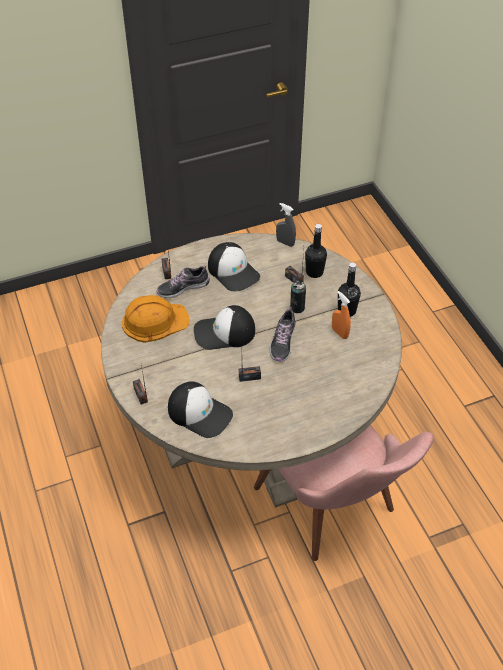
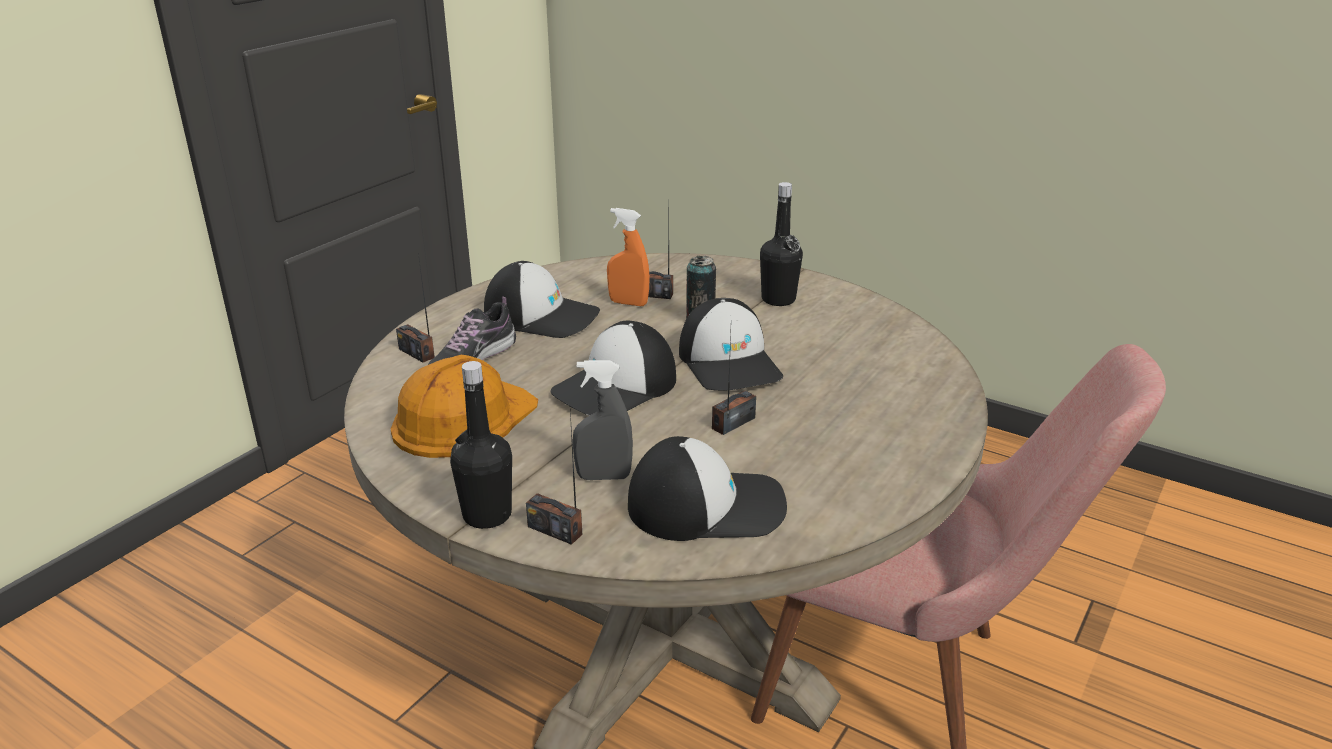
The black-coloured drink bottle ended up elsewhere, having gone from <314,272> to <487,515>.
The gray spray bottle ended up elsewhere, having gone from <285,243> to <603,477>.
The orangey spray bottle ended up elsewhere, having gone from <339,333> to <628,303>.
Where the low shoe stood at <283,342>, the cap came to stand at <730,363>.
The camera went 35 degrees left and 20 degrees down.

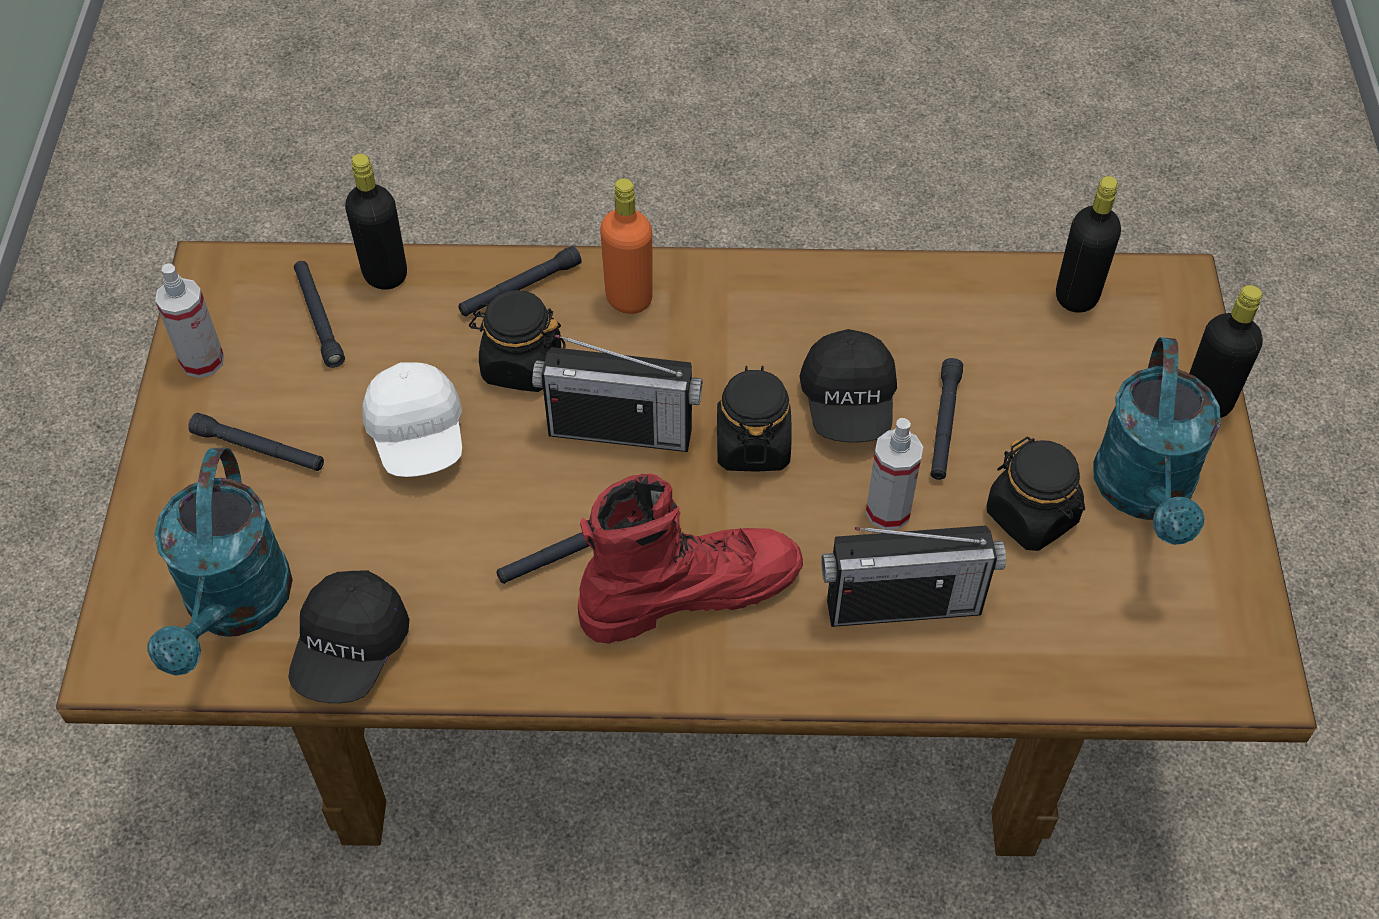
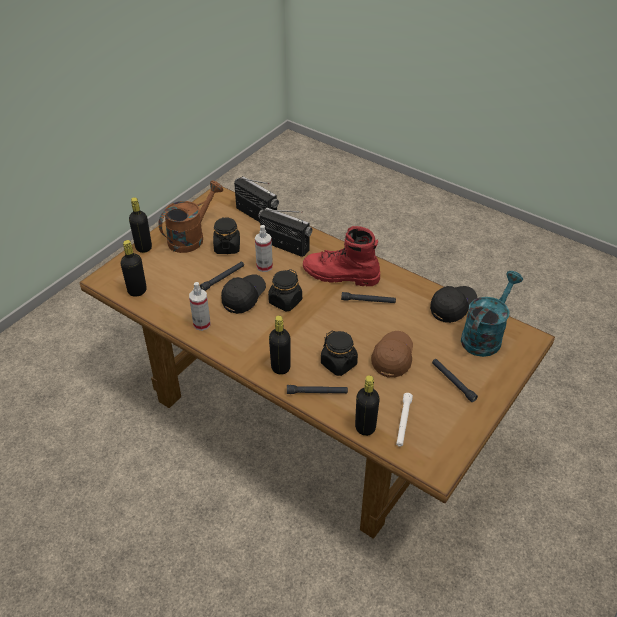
What was the blue-green watering pot at <1145,494> turned into the brownish watering pot at <191,237>.
The spray bottle ended up elsewhere, having gone from <202,361> to <202,324>.
The radio receiver ended up elsewhere, having gone from <620,430> to <256,215>.
What was the orangey drink bottle at <629,298> turned into the black-coloured drink bottle at <280,367>.
What was the white cap at <418,436> turned into the brownish cap at <392,358>.
What was the black-coloured flashlight at <319,318> turned into the white flashlight at <403,422>.
The camera went 145 degrees left and 10 degrees down.

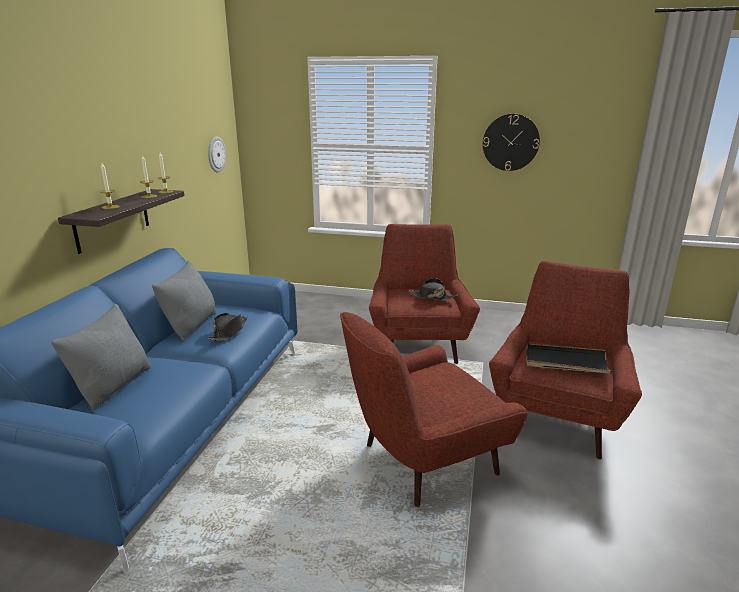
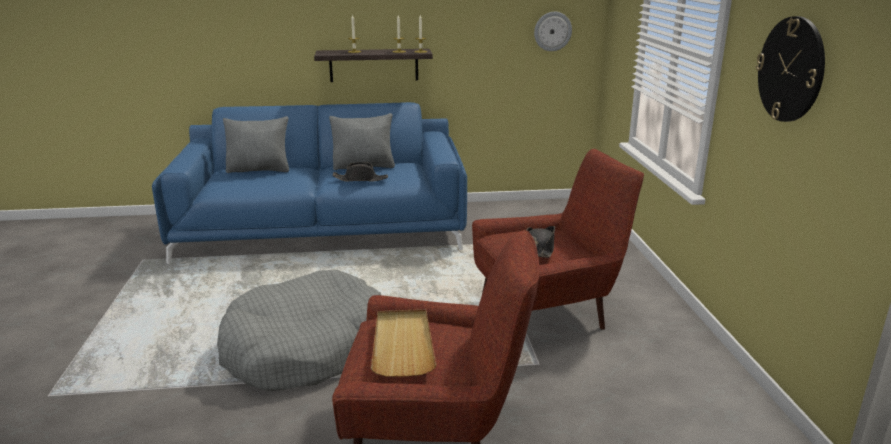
Where the red lounge chair stood at <422,462>, the gray dog bed came to stand at <305,348>.
What was the black-coloured carrying tray at <565,361> turned into the beige-coloured carrying tray at <403,344>.
The camera went 70 degrees right and 0 degrees up.

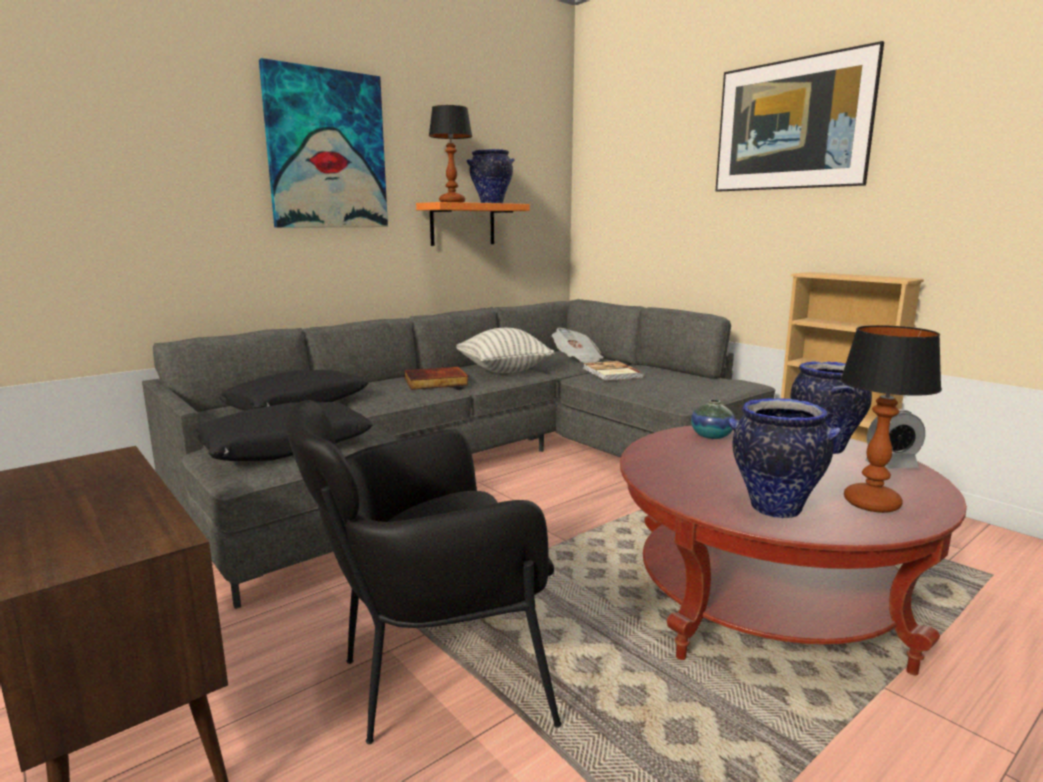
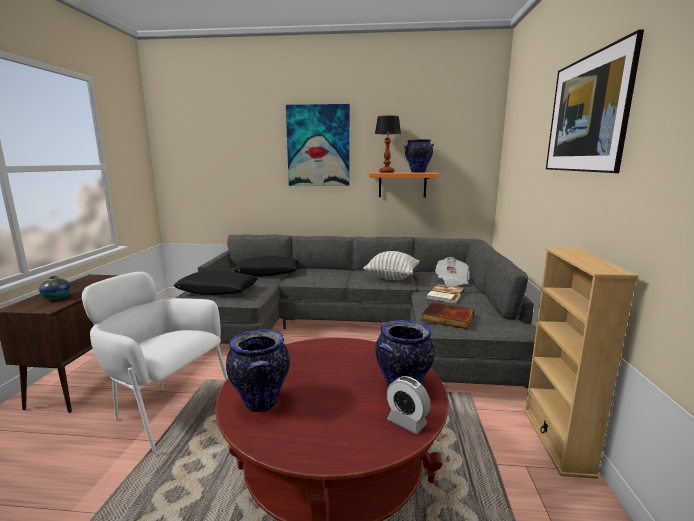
The flower vase ended up elsewhere, having gone from <711,436> to <57,297>.
What was the black-coloured lounge chair at <430,679> turned into the white lounge chair at <164,410>.
The bound book ended up elsewhere, having gone from <435,382> to <447,318>.
The second view lost the table lamp at <871,503>.
The camera went 45 degrees right and 0 degrees up.

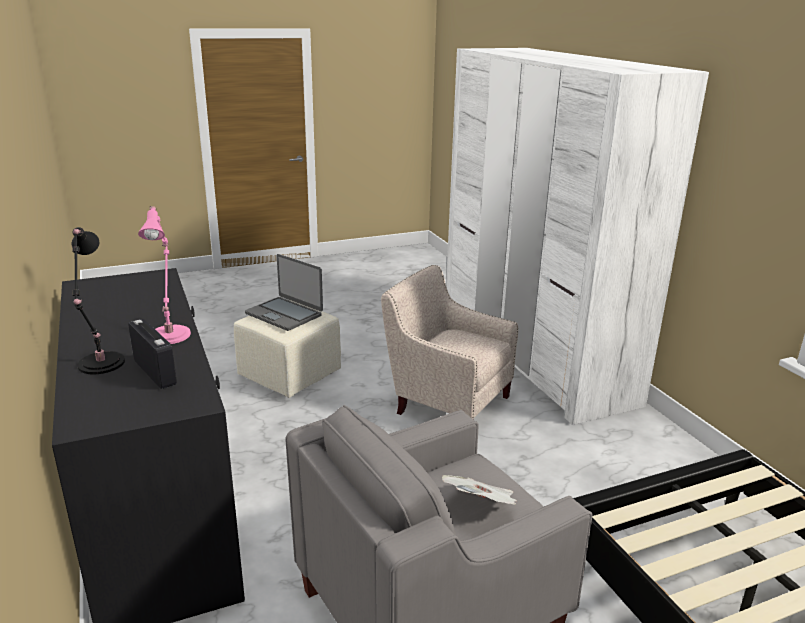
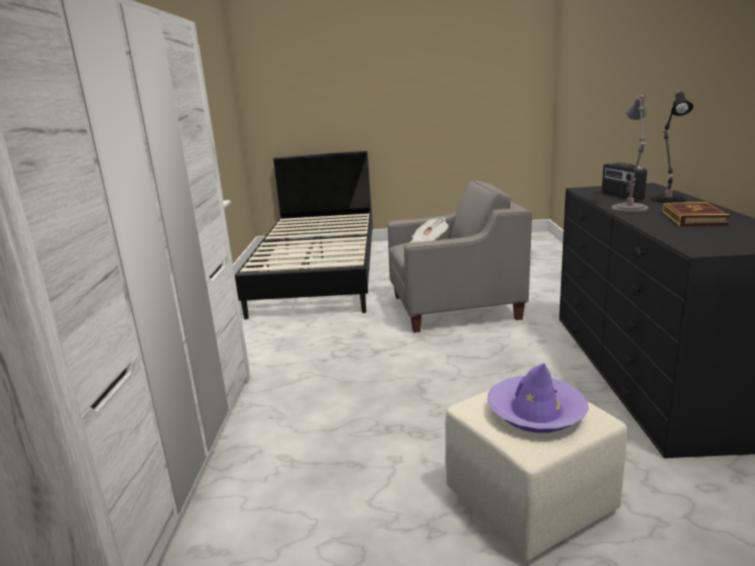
Where the laptop stood at <284,314>, the purple-coloured clothing hat came to stand at <536,412>.
What was the pinkish table lamp at <170,333> turned into the gray table lamp at <629,209>.
The second view gained the bound book at <693,218>.
The second view lost the beige-coloured lounge chair at <447,401>.
The camera went 155 degrees left and 5 degrees down.

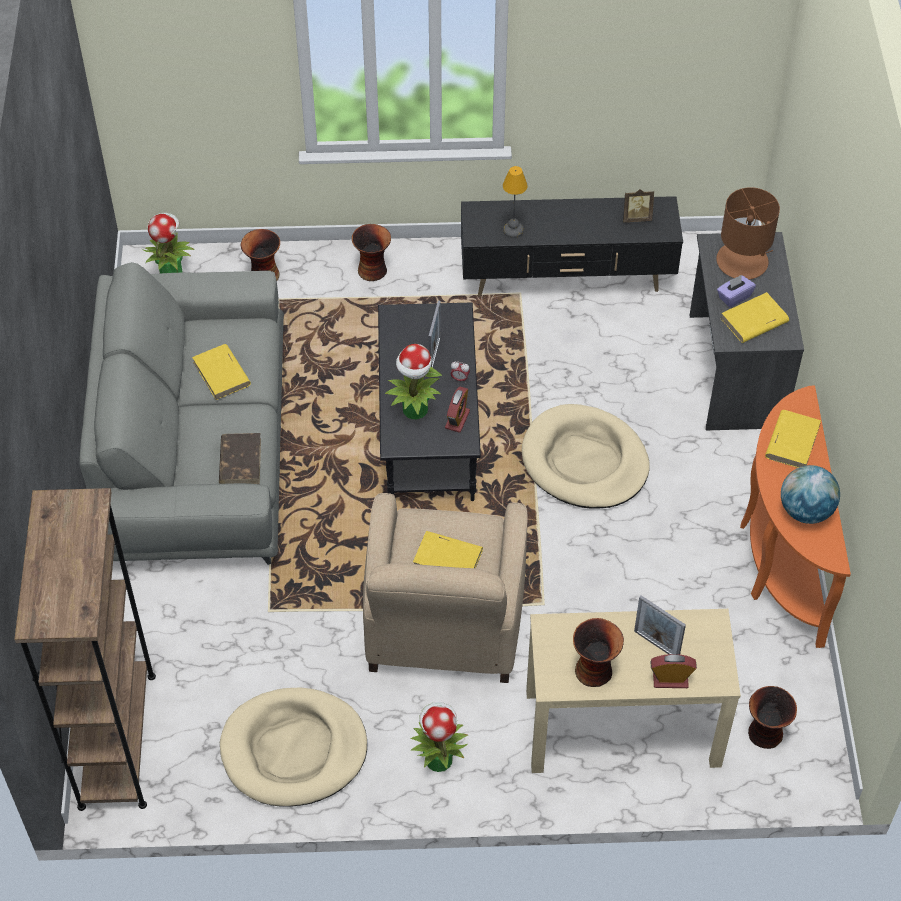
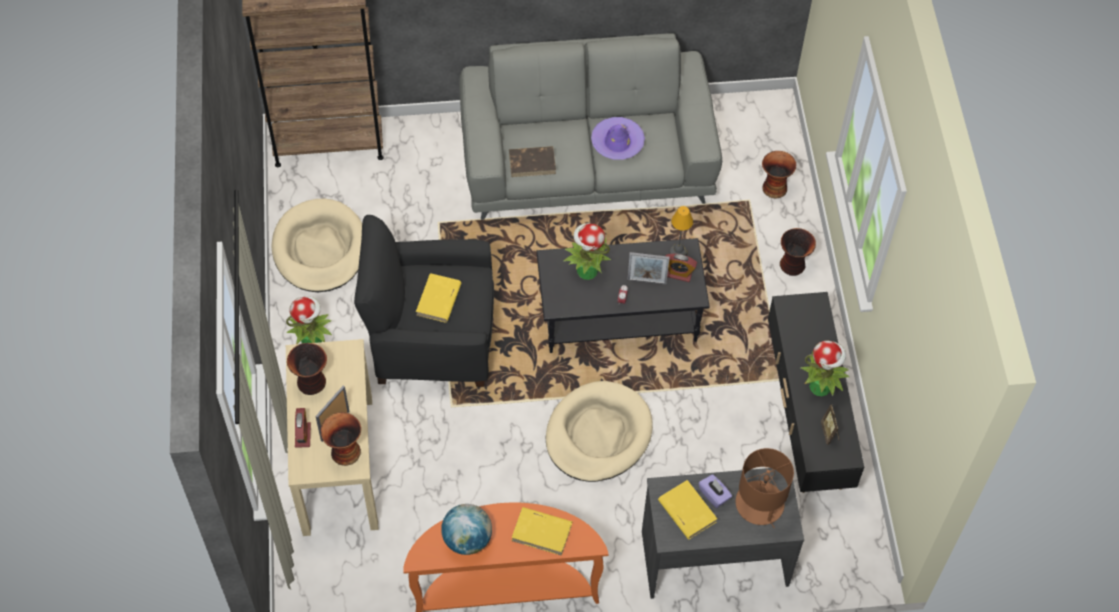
The flower vase ended up elsewhere, having gone from <765,734> to <344,452>.
What was the beige-coloured lounge chair at <444,622> turned into the black-coloured lounge chair at <432,338>.
Where the yellow bound book stood at <222,374>, the purple-coloured clothing hat came to stand at <617,142>.
The table clock ended up elsewhere, having gone from <457,419> to <678,274>.
The table lamp ended up elsewhere, having gone from <512,230> to <678,252>.
The plant in a pot ended up elsewhere, having gone from <171,271> to <821,386>.
The camera went 85 degrees right and 5 degrees up.

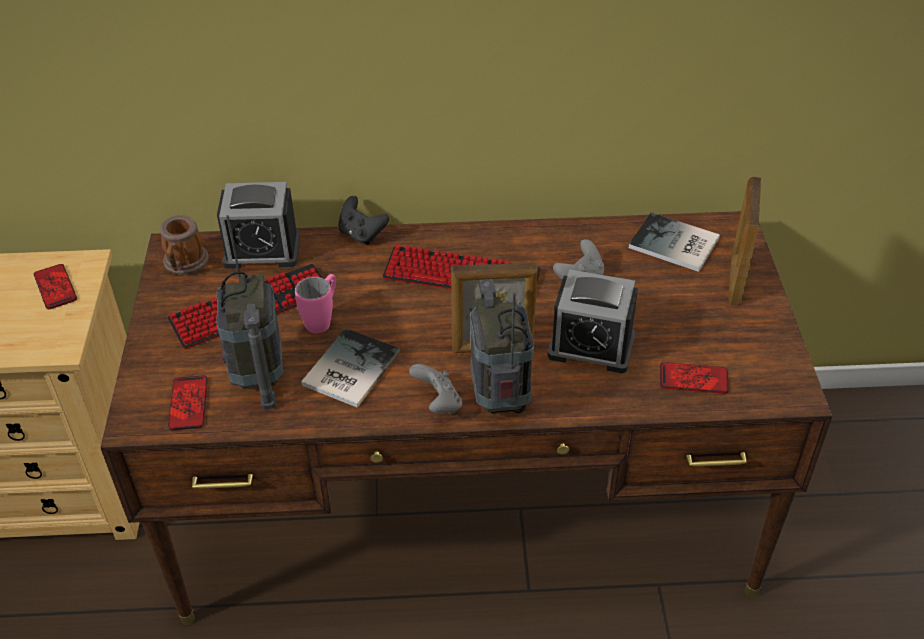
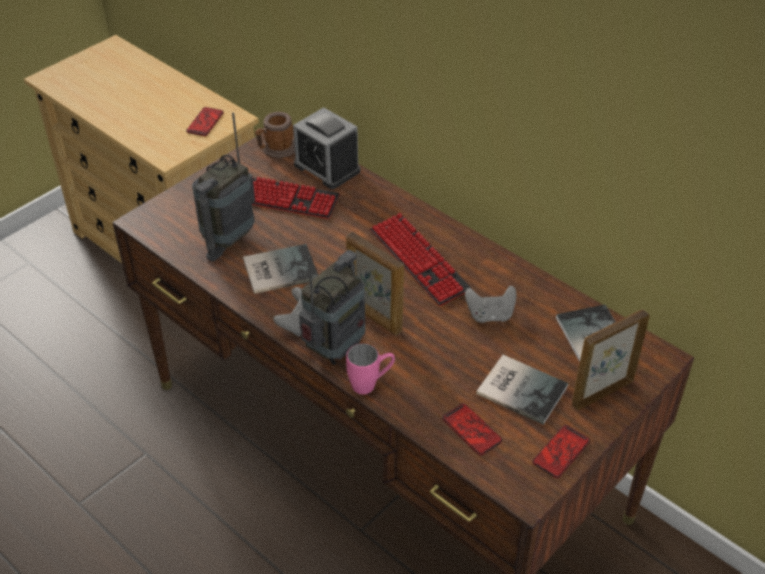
The pinkish coffee mug ended up elsewhere, having gone from <322,319> to <371,384>.
The second view gained the bound book at <521,387>.
The phone ended up elsewhere, having gone from <188,403> to <561,452>.
The second view lost the black-coloured gamepad at <361,234>.
The second view lost the table clock at <591,346>.
The camera went 45 degrees right and 0 degrees up.

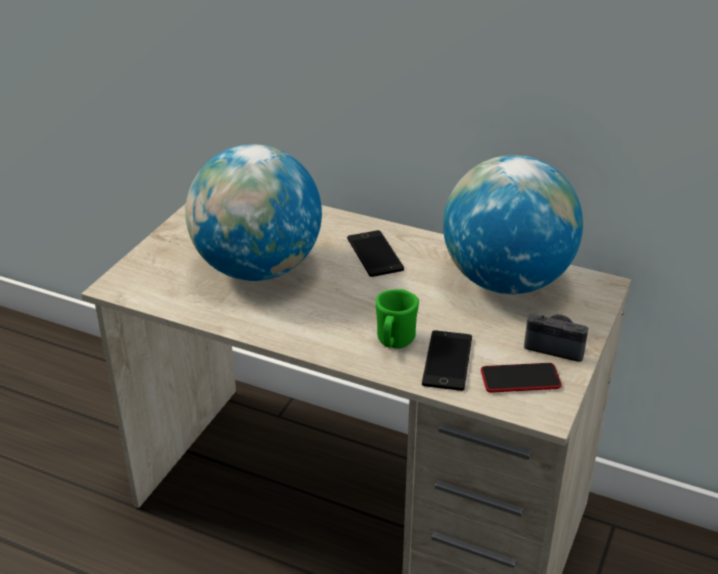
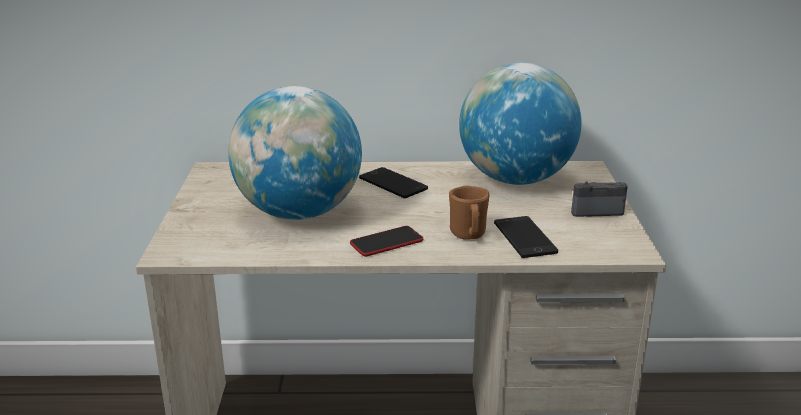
The phone ended up elsewhere, having gone from <520,379> to <386,242>.
What was the green-coloured coffee mug at <394,342> turned into the brownish coffee mug at <469,235>.
The camera went 25 degrees left and 10 degrees down.

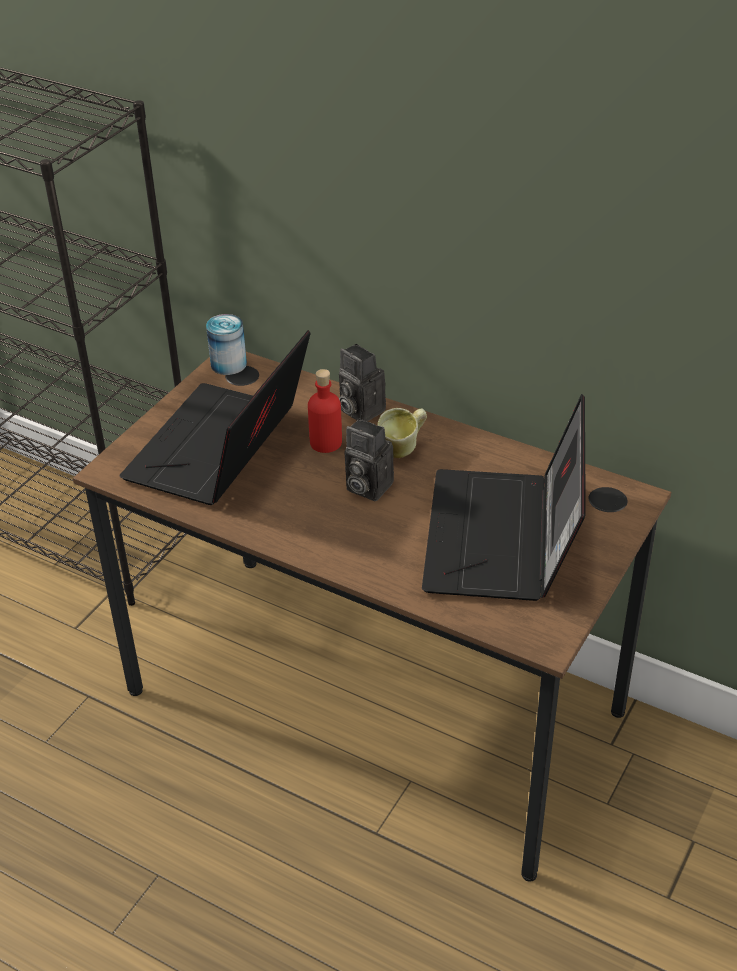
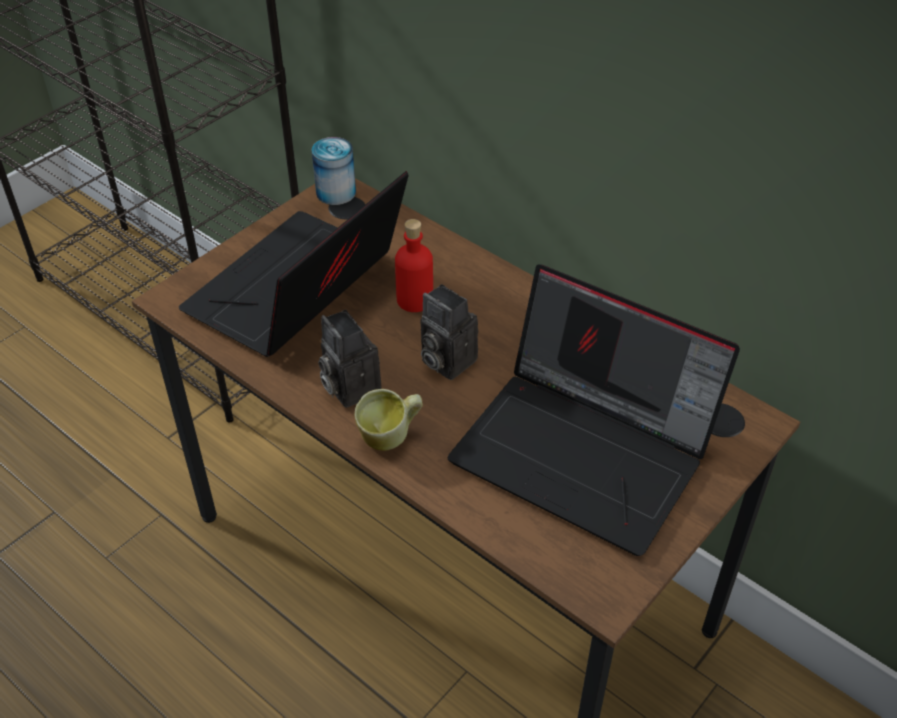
The photo camera ended up elsewhere, having gone from <359,410> to <348,386>.
The coffee mug ended up elsewhere, having gone from <402,449> to <390,438>.
The laptop at <504,539> ended up facing another way, 75 degrees counterclockwise from before.
The camera went 10 degrees right and 5 degrees up.

